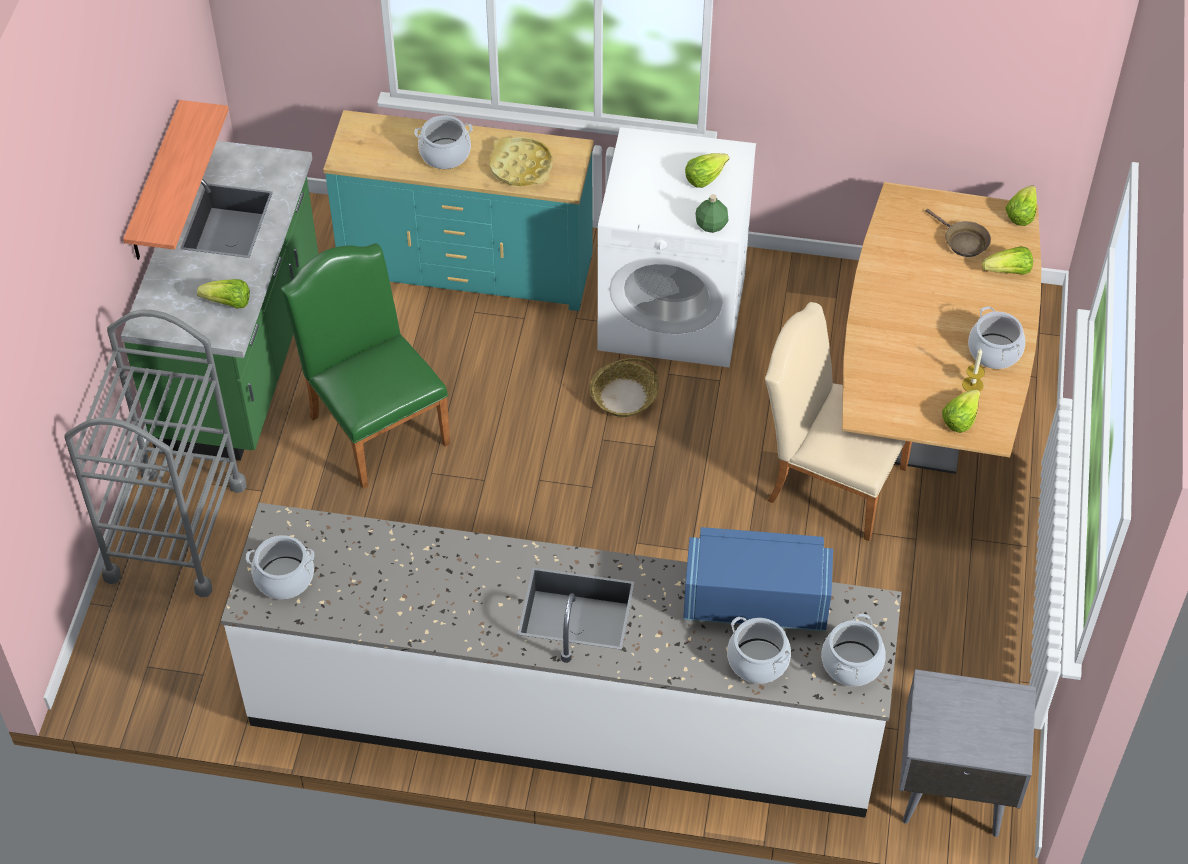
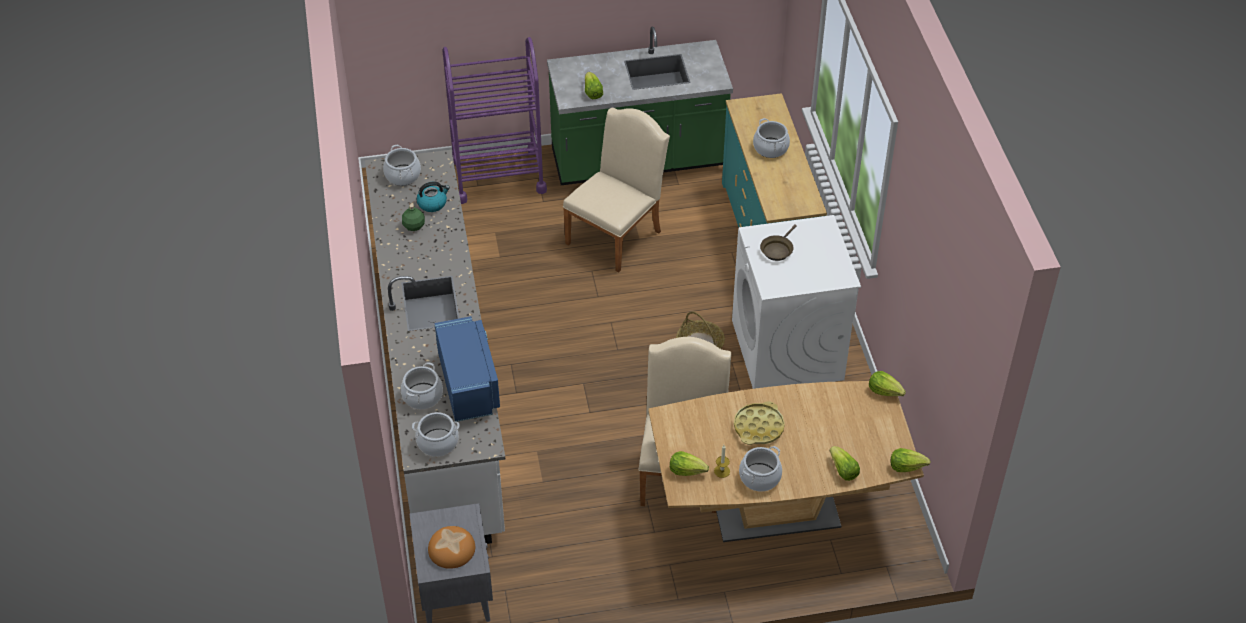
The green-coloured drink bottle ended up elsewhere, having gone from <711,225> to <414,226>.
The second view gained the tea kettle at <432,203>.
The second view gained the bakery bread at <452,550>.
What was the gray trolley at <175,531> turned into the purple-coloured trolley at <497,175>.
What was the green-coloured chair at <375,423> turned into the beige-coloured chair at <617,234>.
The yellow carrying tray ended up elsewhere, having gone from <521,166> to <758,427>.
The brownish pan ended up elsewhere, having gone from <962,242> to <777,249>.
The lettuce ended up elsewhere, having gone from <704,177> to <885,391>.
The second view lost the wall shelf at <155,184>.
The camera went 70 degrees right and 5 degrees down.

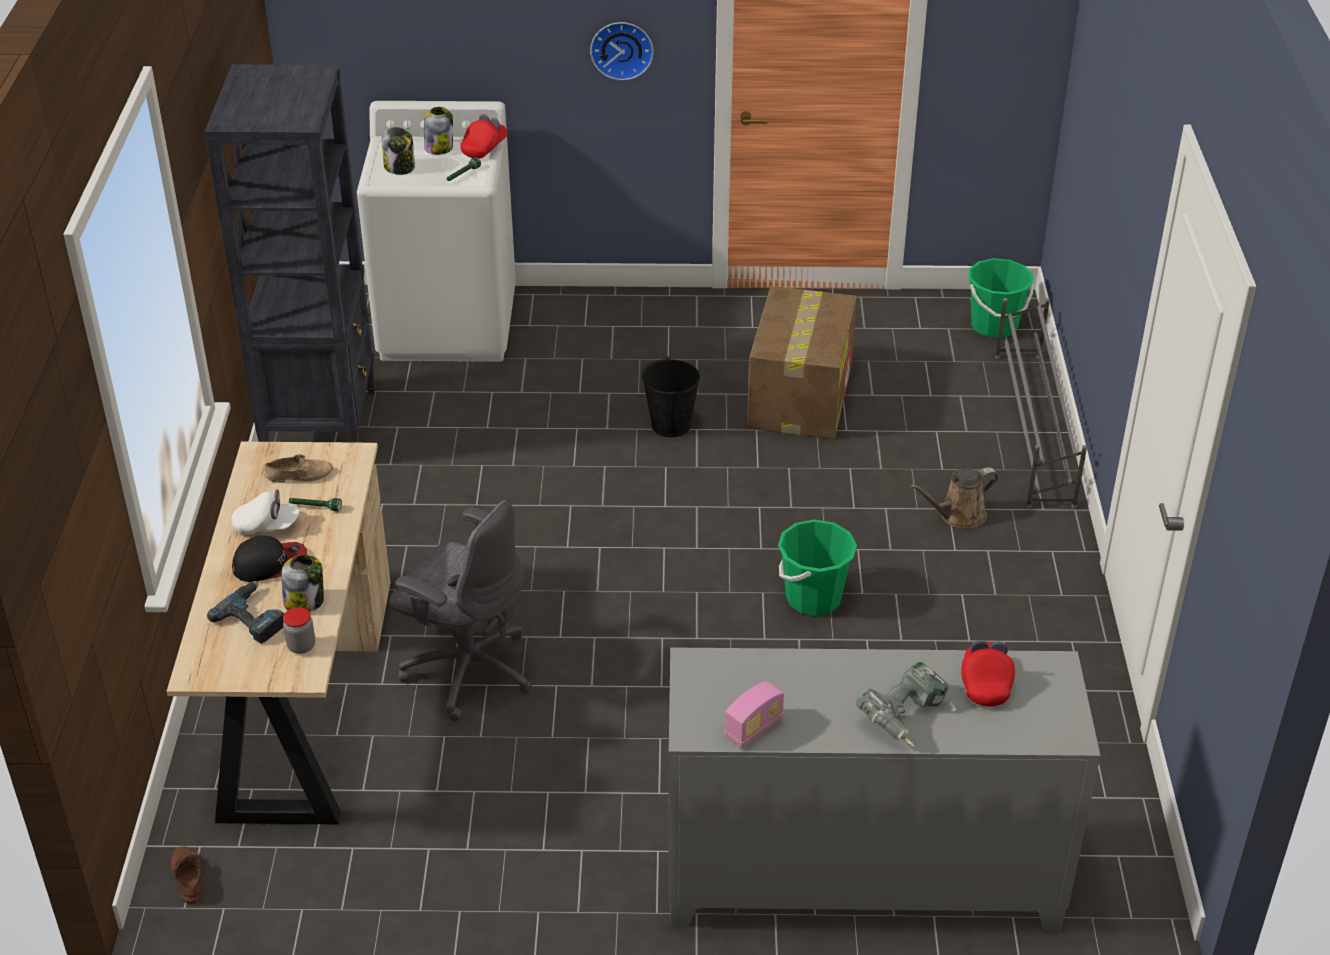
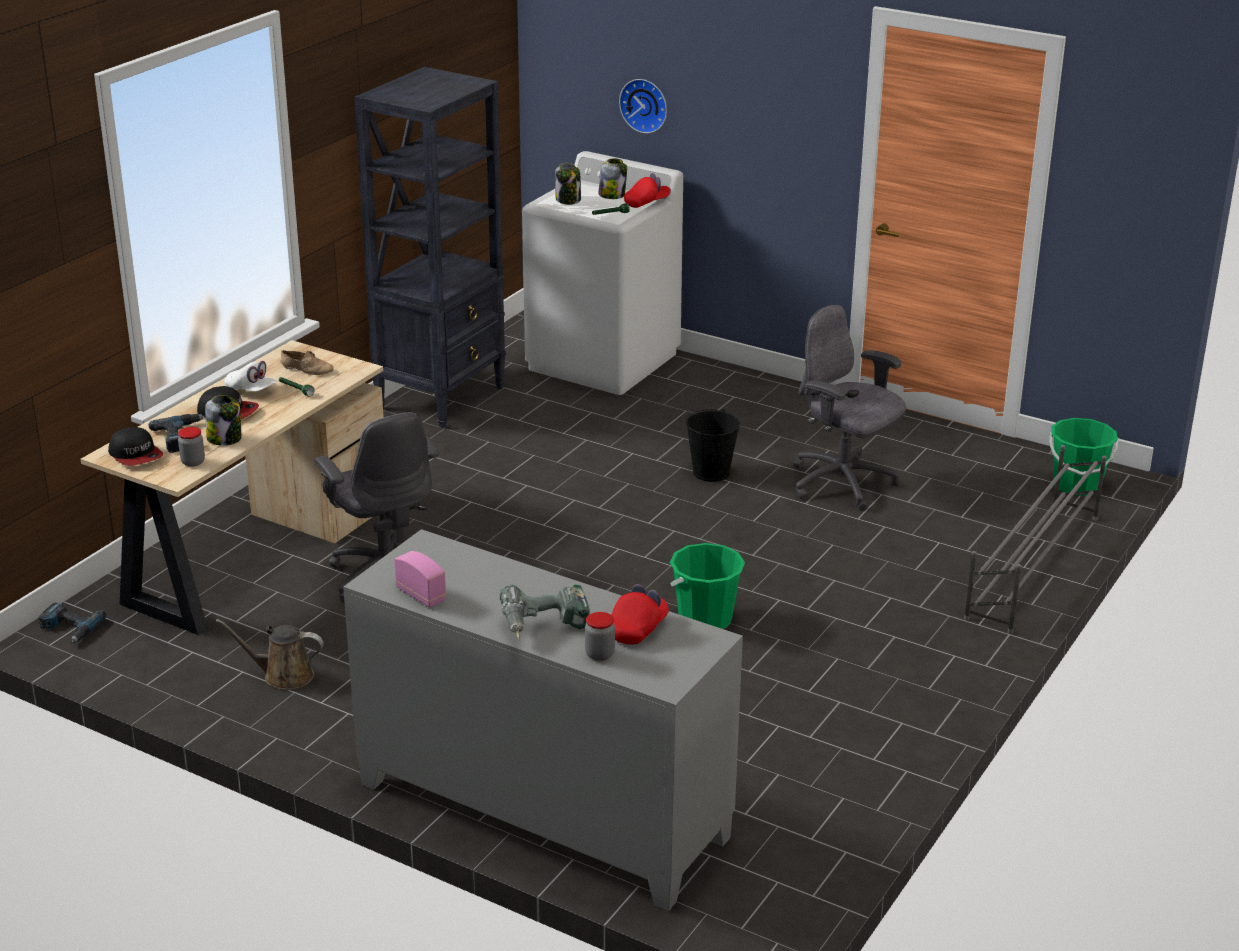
Where the brownish low shoe stood at <187,877>, the drill came to stand at <69,628>.
The second view gained the cap at <136,455>.
The brownish watering pot ended up elsewhere, having gone from <958,515> to <283,676>.
The radio receiver at <753,729> ended up facing another way, 120 degrees counterclockwise from before.
The second view gained the storage jar at <599,654>.
The wall clock ended up elsewhere, having gone from <622,49> to <645,105>.
Where the cardboard box stood at <800,395>, the gray desk chair came to stand at <843,484>.
The camera went 30 degrees right and 10 degrees down.

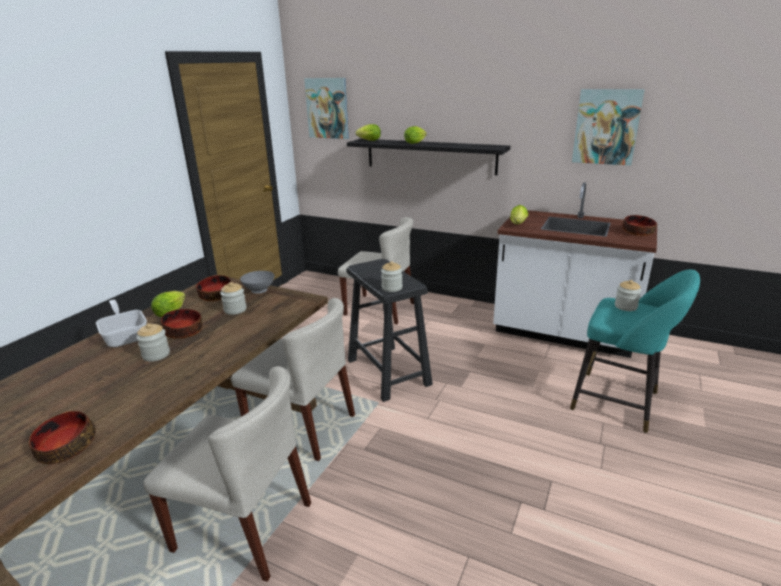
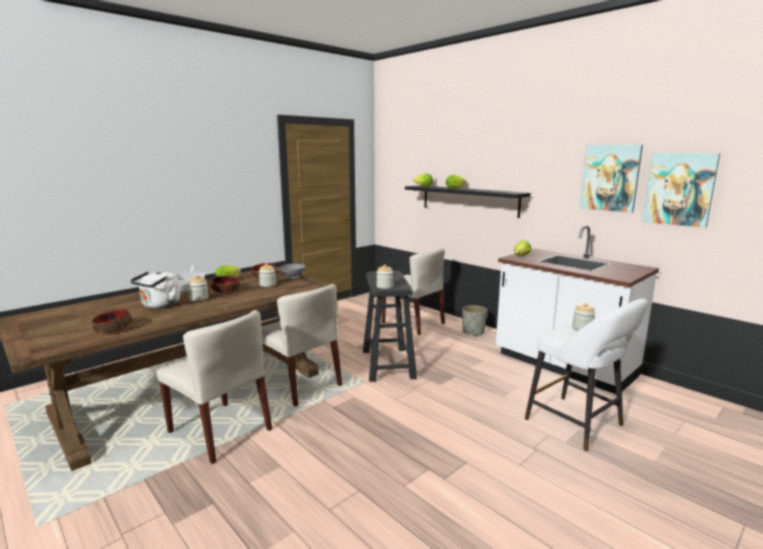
The second view gained the white tea kettle at <159,305>.
The second view gained the gray plant pot at <473,332>.
What was the blue-green sitting stool at <620,402> turned into the white sitting stool at <578,425>.
The wall picture ended up elsewhere, having gone from <327,108> to <679,189>.
The second view lost the deep dish at <637,232>.
The camera went 20 degrees right and 10 degrees down.

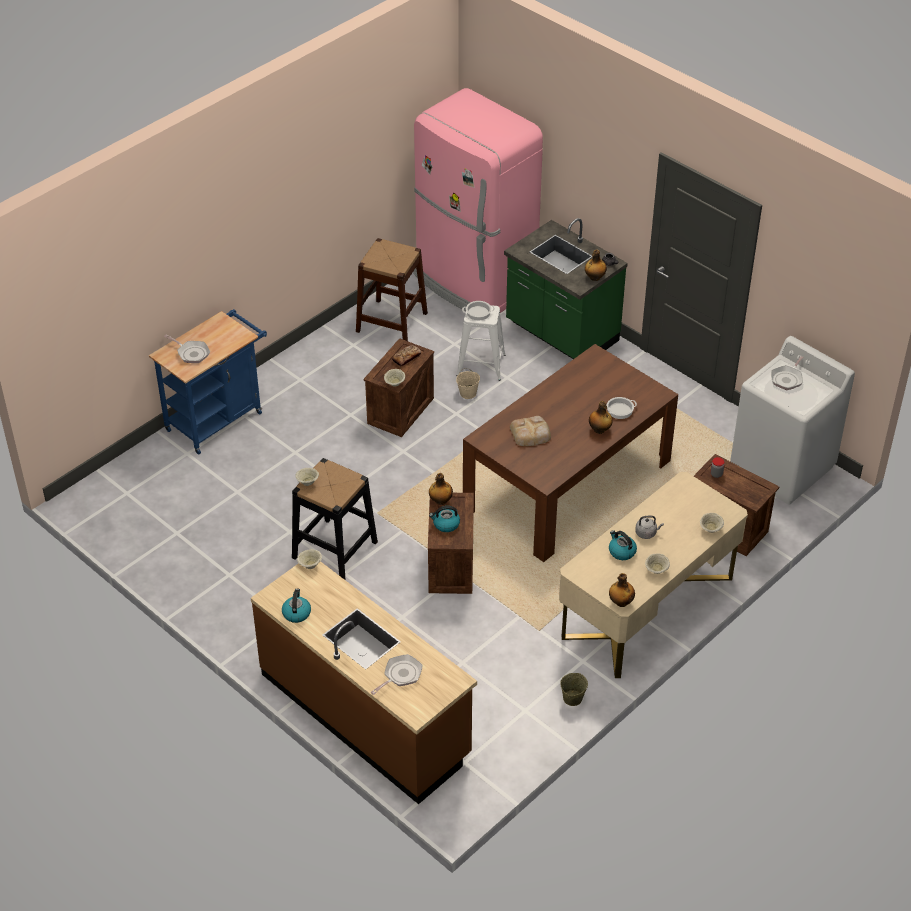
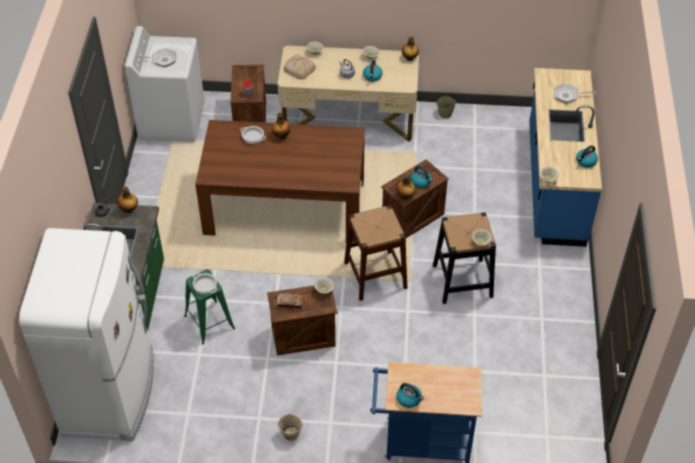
What was the pinkish fridge at <474,283> turned into the white fridge at <110,392>.
What was the white sitting stool at <481,365> turned into the green-coloured sitting stool at <209,322>.
The beige-coloured bucket ended up elsewhere, having gone from <468,393> to <290,434>.
The bakery bread ended up elsewhere, having gone from <531,434> to <299,68>.
The brownish sitting stool ended up elsewhere, having gone from <392,322> to <375,275>.
The second view gained the tea kettle at <409,399>.
What was the brownish kitchen base unit at <365,714> turned into the blue kitchen base unit at <554,184>.
The second view lost the pan at <191,353>.
The camera went 130 degrees left and 5 degrees up.

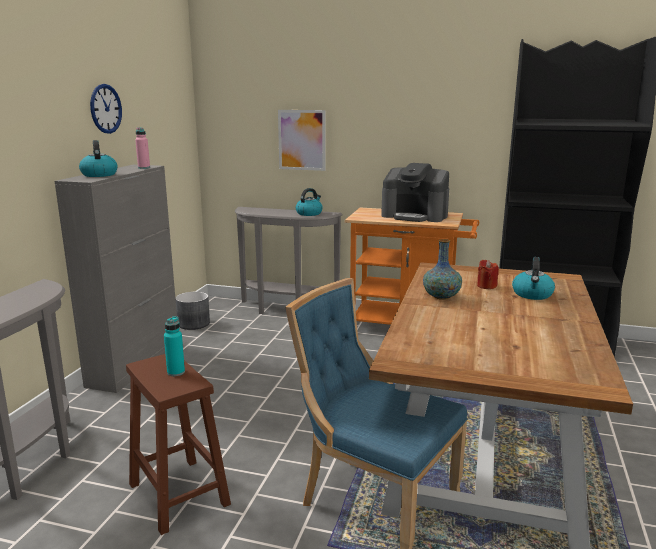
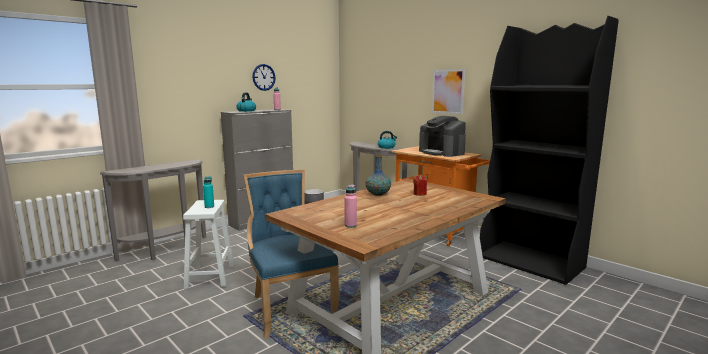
What was the brownish sitting stool at <180,495> turned into the white sitting stool at <210,276>.
The second view gained the pinkish drink bottle at <350,225>.
The wall picture ended up elsewhere, having gone from <302,140> to <448,91>.
The second view lost the tea kettle at <532,294>.
The camera went 30 degrees right and 5 degrees down.

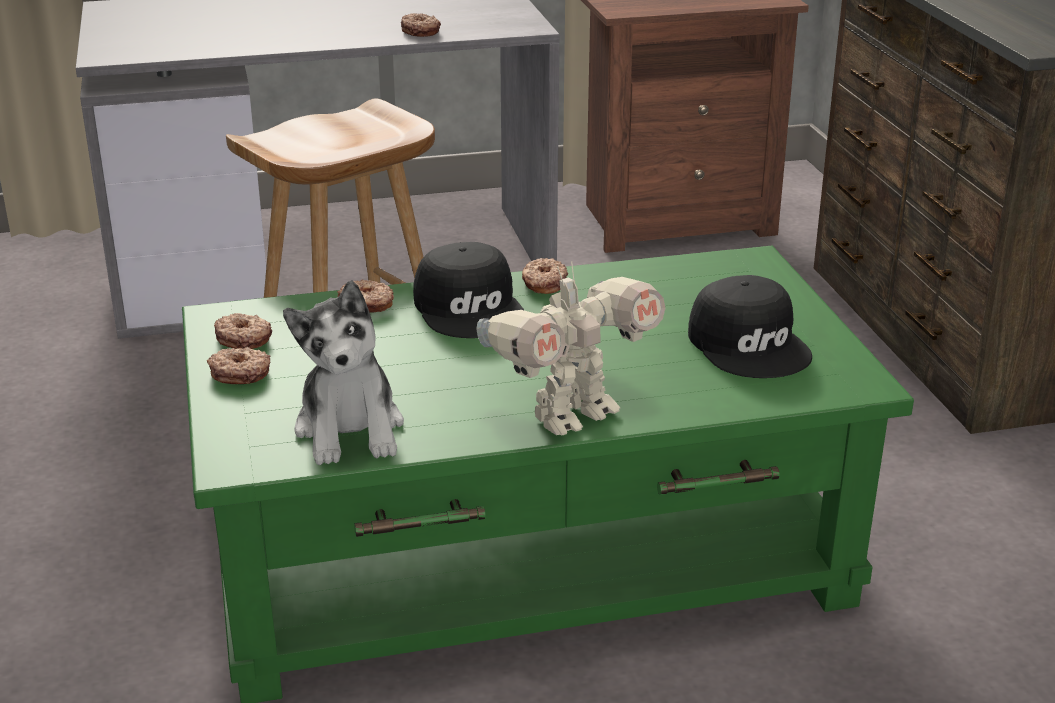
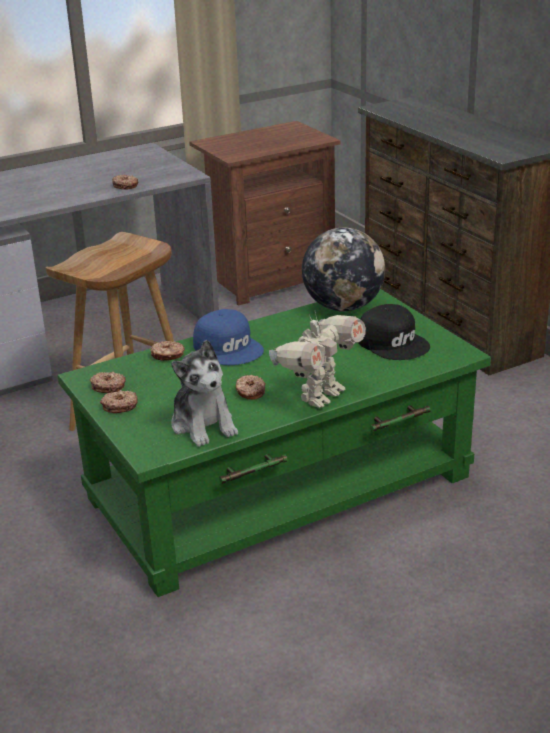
What was the black-coloured cap at <471,307> turned into the blue cap at <229,347>.
The ring doughnut ended up elsewhere, having gone from <543,283> to <250,392>.
The second view gained the desk globe at <343,307>.
The camera went 15 degrees left and 0 degrees up.

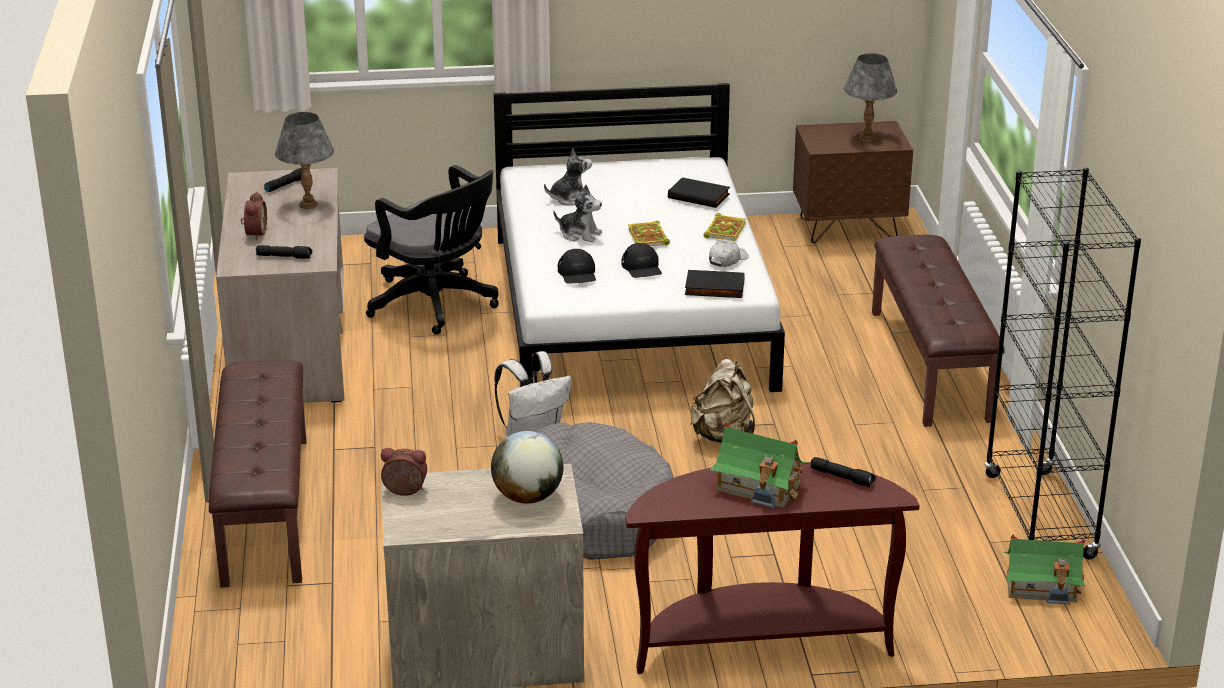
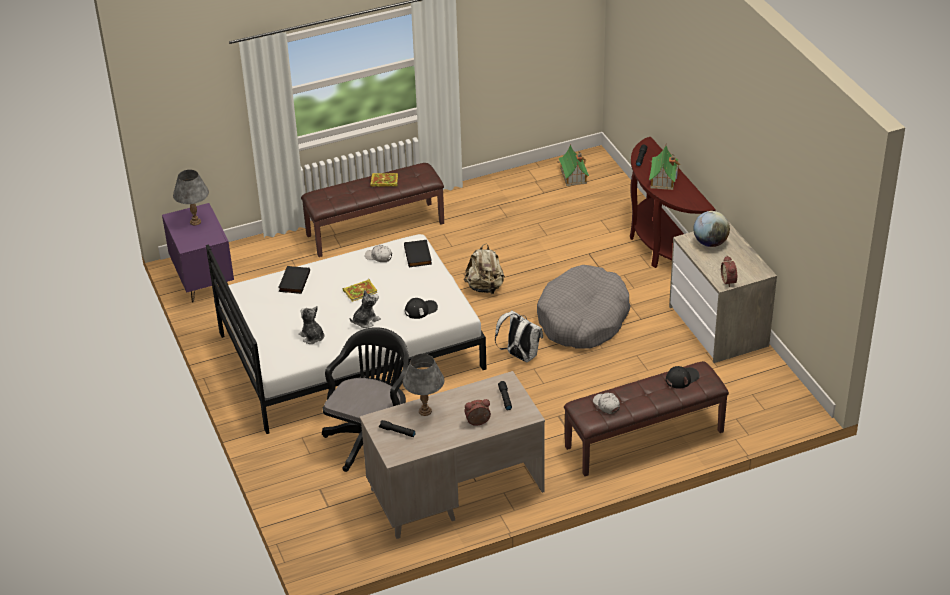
What was the brownish bedside table at <848,229> turned into the purple-coloured bedside table at <203,281>.
The plush toy at <580,234> ended up facing another way, 45 degrees clockwise from before.
The bound book ended up elsewhere, having gone from <725,230> to <383,181>.
The second view gained the white cap at <606,405>.
The black-coloured cap ended up elsewhere, having gone from <642,267> to <682,378>.
The second view lost the black-coloured bookshelf at <1039,517>.
The camera went 105 degrees left and 10 degrees up.

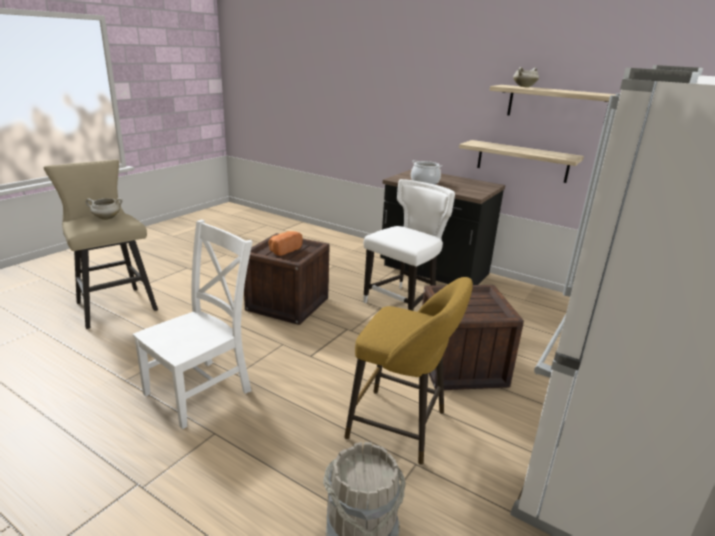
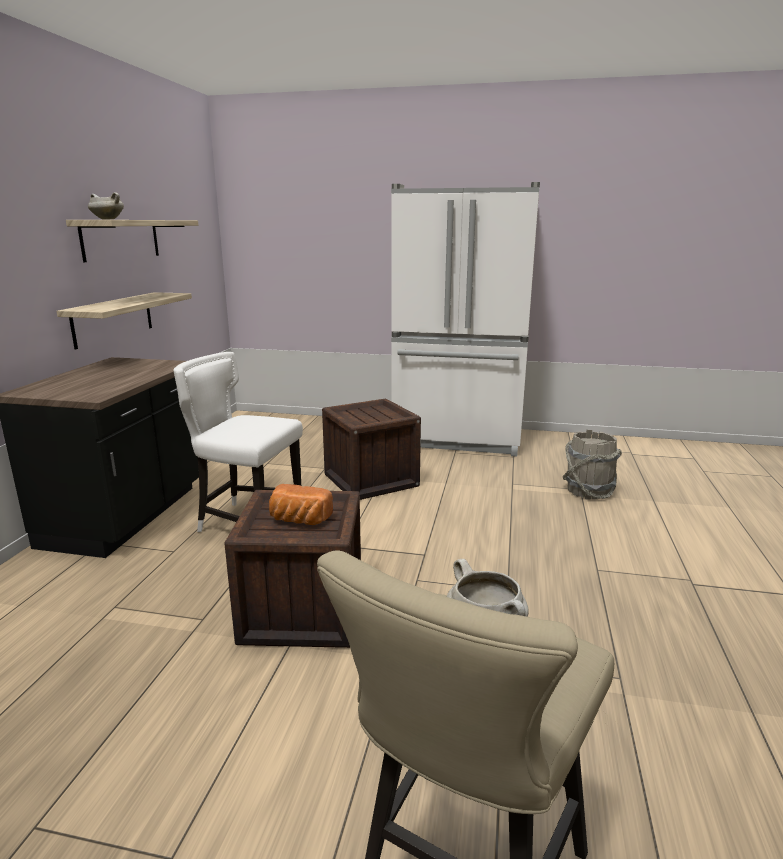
The second view lost the white chair at <202,390>.
The second view lost the yellow sitting stool at <402,427>.
The second view lost the saucepot at <425,182>.
The camera went 110 degrees left and 5 degrees down.

